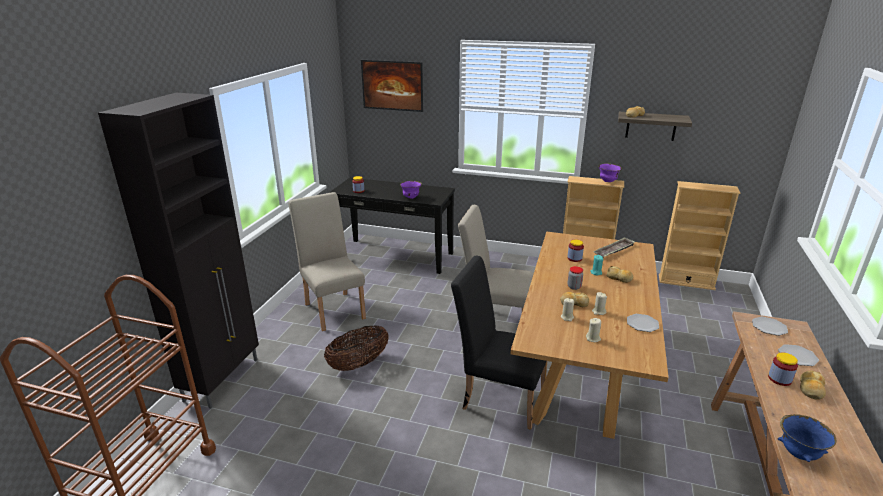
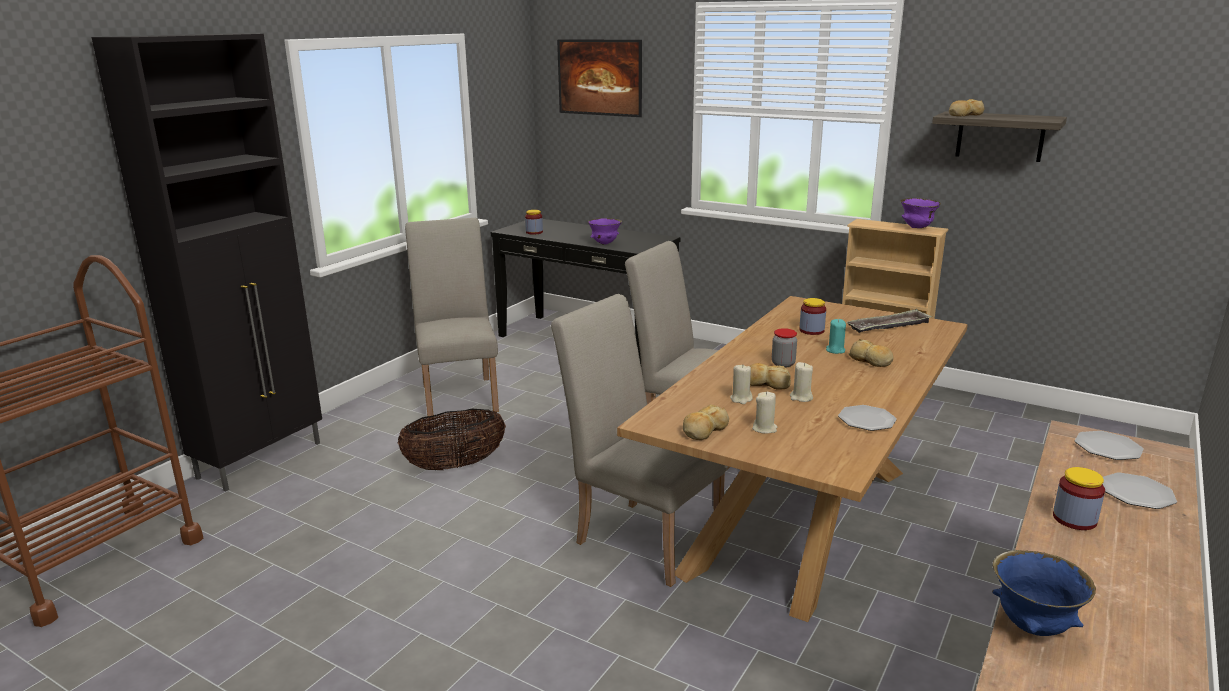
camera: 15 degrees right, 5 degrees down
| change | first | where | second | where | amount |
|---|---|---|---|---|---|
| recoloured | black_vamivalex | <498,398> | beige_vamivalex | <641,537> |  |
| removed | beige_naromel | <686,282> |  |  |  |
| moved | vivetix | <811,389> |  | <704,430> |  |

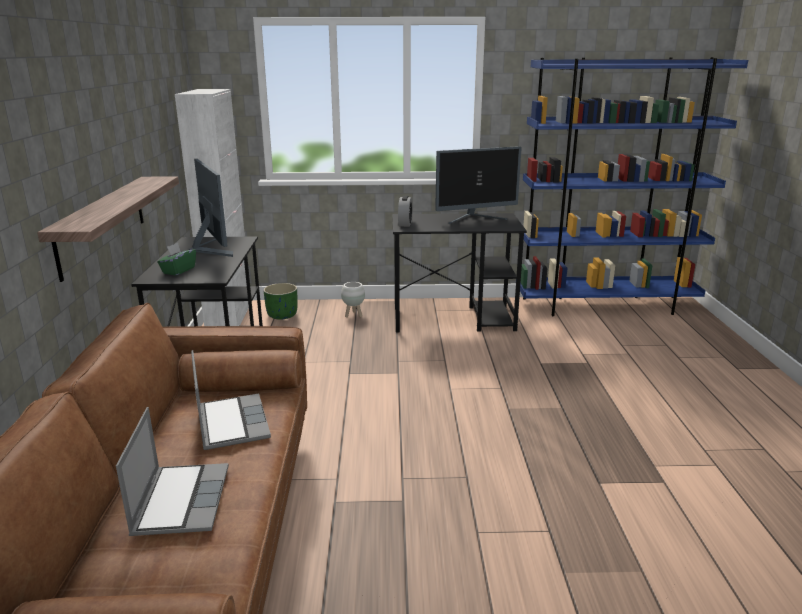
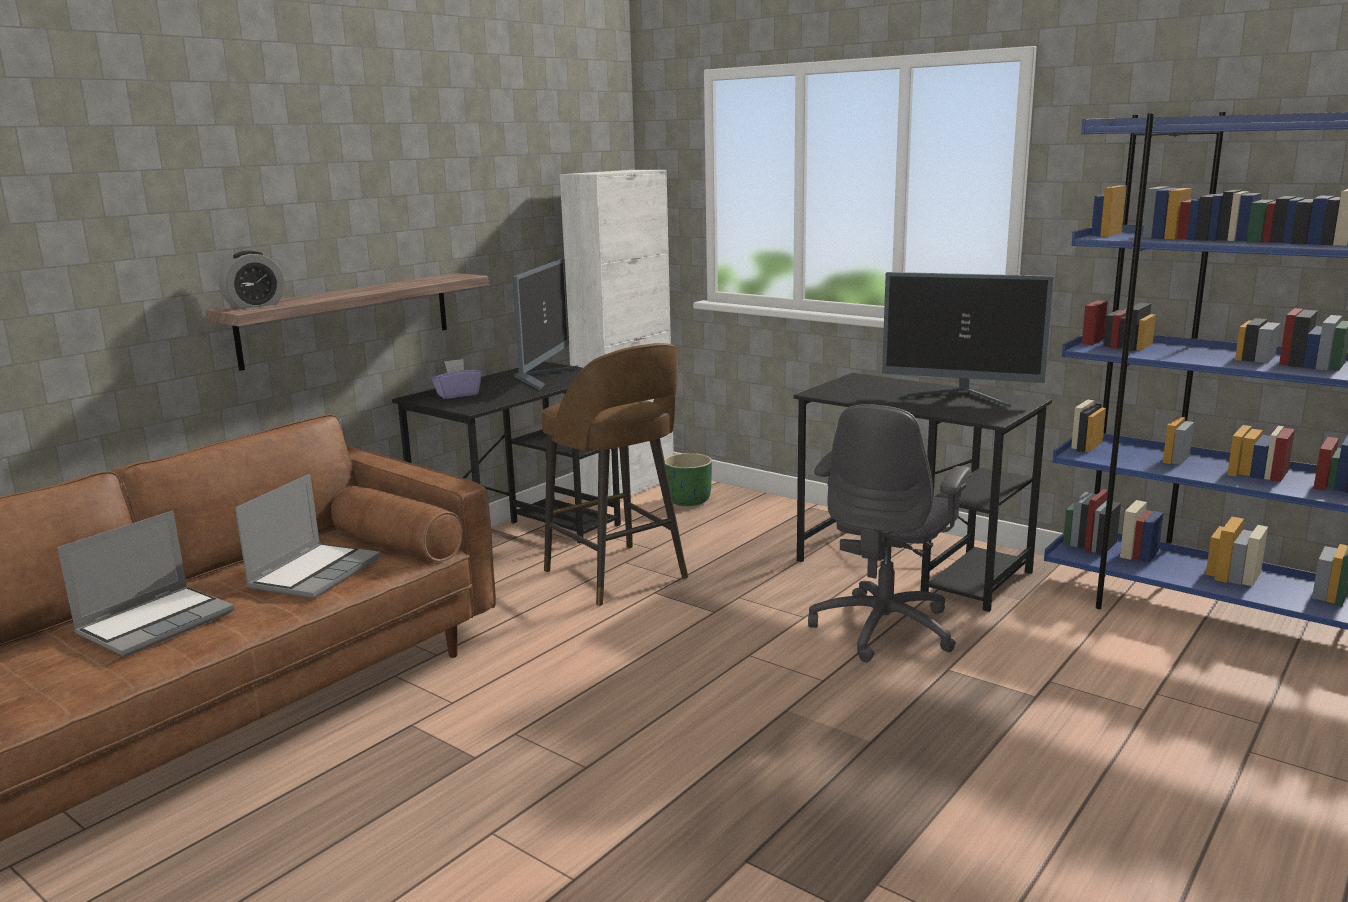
camera: 40 degrees right, 5 degrees down
| change | first | where | second | where | amount |
|---|---|---|---|---|---|
| recoloured | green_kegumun | <178,270> | purple_kegumun | <457,394> |  |
| removed | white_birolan | <353,315> |  |  |  |
| moved | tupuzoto | <405,224> |  | <255,305> |  |
| added |  |  | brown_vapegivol | <617,576> |  |
| added |  |  | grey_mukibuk | <885,628> |  |

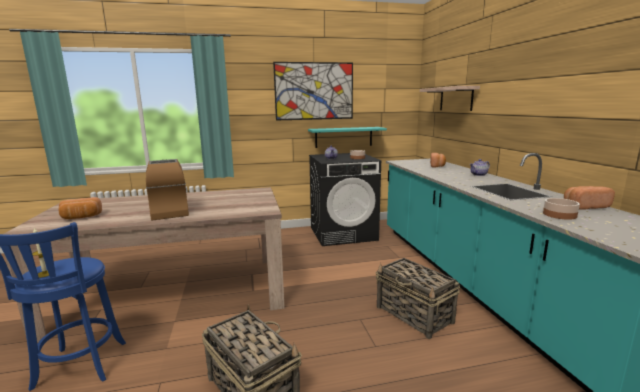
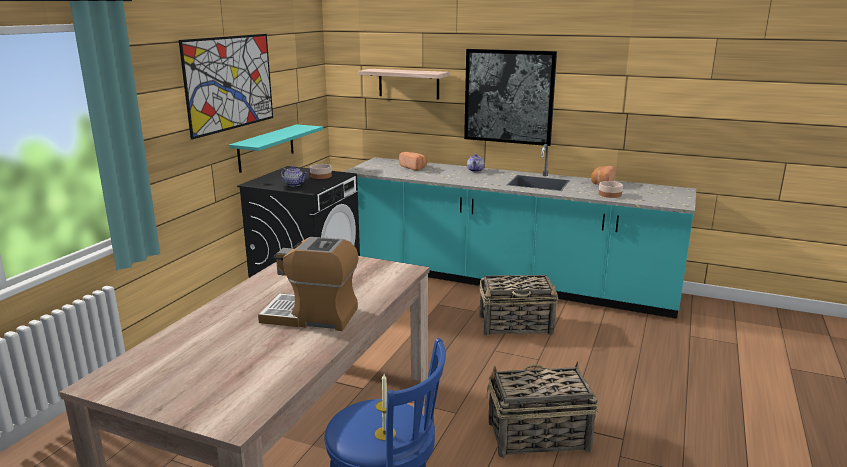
camera: 55 degrees left, 5 degrees up
| change | first | where | second | where | amount |
|---|---|---|---|---|---|
| removed | vivetix | <81,217> |  |  |  |
| added |  |  | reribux | <509,96> |  |

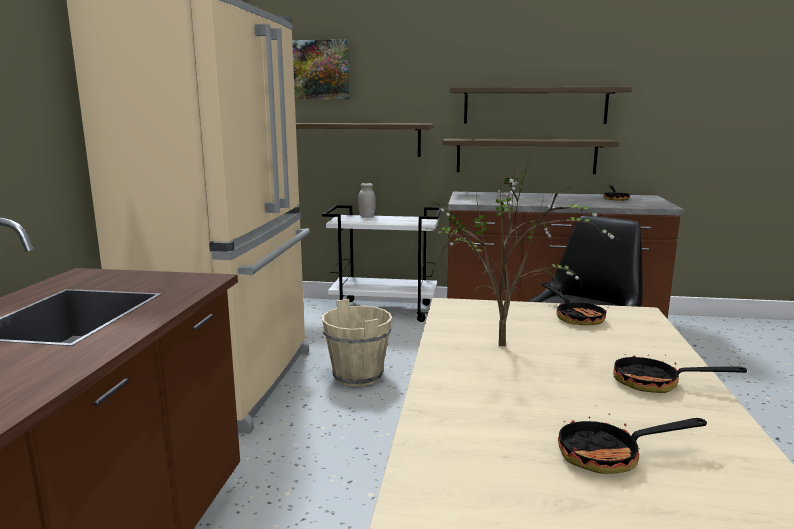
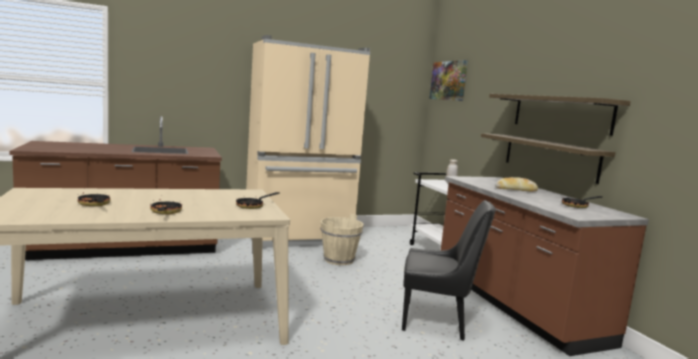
camera: 60 degrees right, 5 degrees down
| change | first | where | second | where | amount |
|---|---|---|---|---|---|
| removed | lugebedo | <354,139> |  |  |  |
| removed | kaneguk | <506,347> |  |  |  |
| added |  |  | vivetix | <515,190> |  |

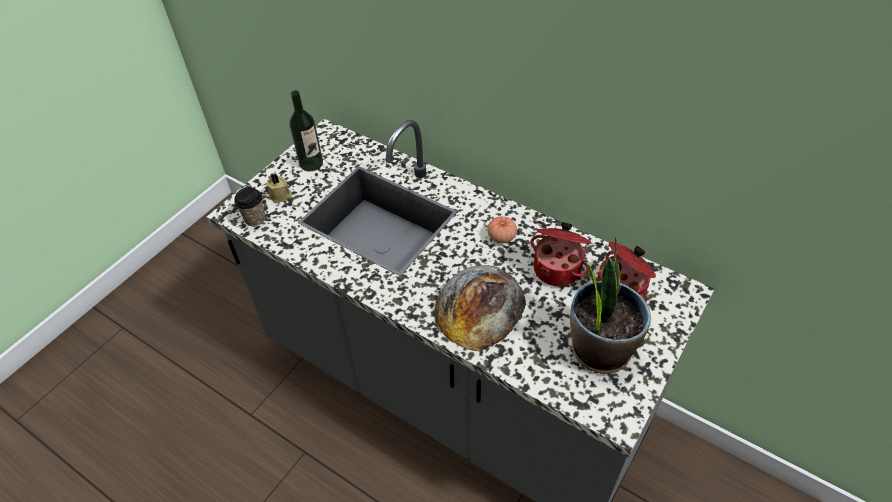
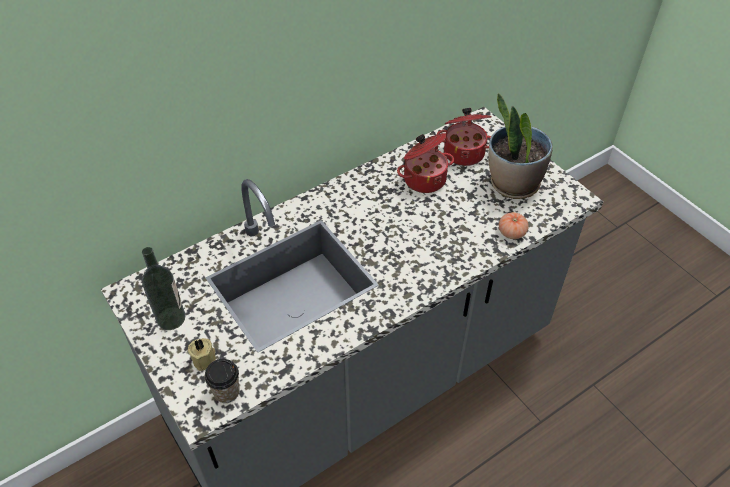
camera: 70 degrees left, 0 degrees up
| change | first | where | second | where | amount |
|---|---|---|---|---|---|
| removed | vivetix | <480,306> |  |  |  |
| moved | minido | <501,236> |  | <511,232> |  |

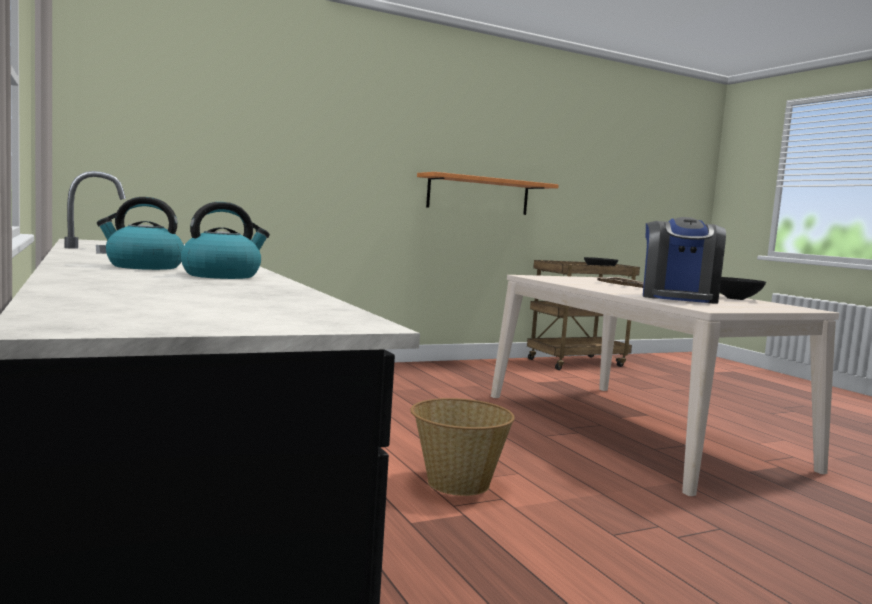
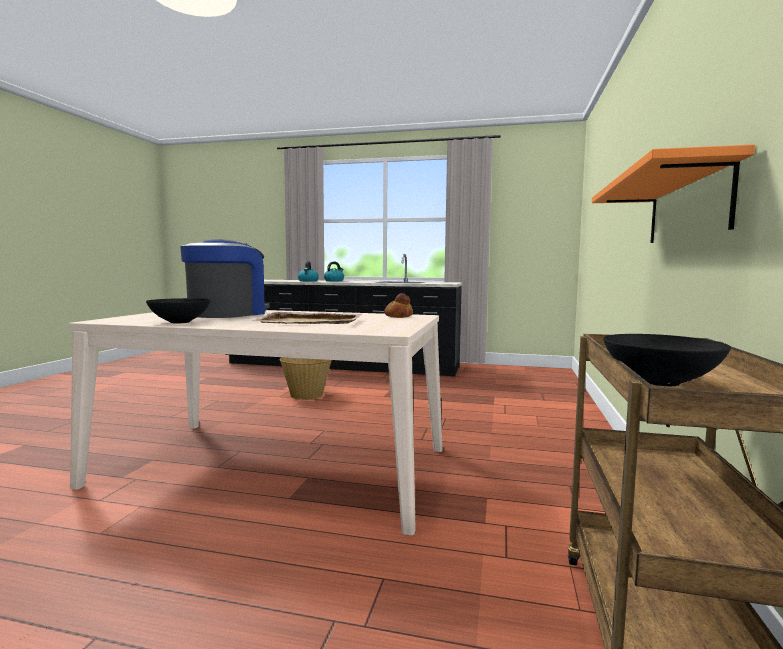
camera: 130 degrees right, 0 degrees up
| change | first | where | second | where | amount |
|---|---|---|---|---|---|
| turned | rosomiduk | <678,298> |  | <228,313> | 60 degrees clockwise |
| added |  |  | vivetix | <399,316> |  |

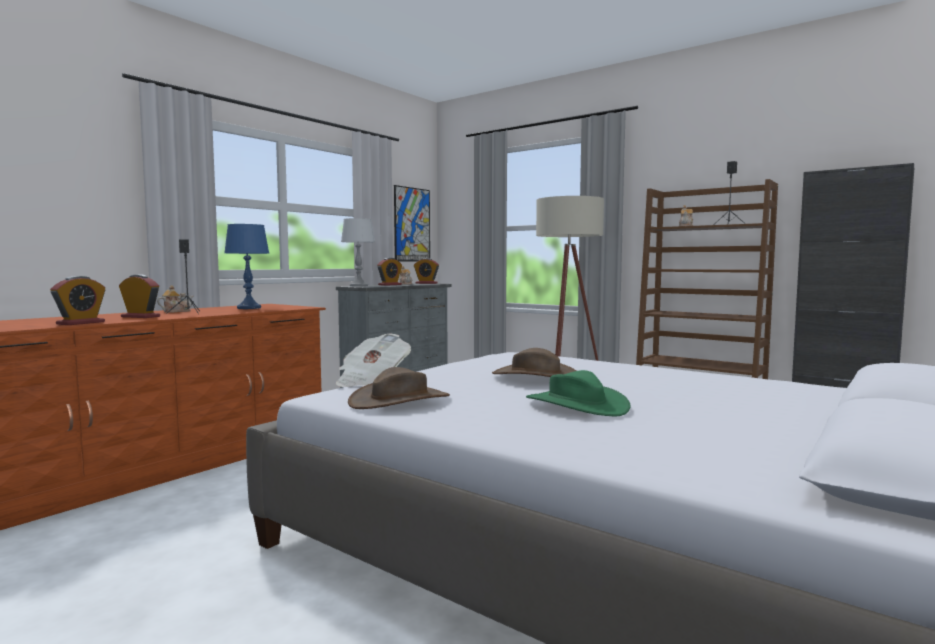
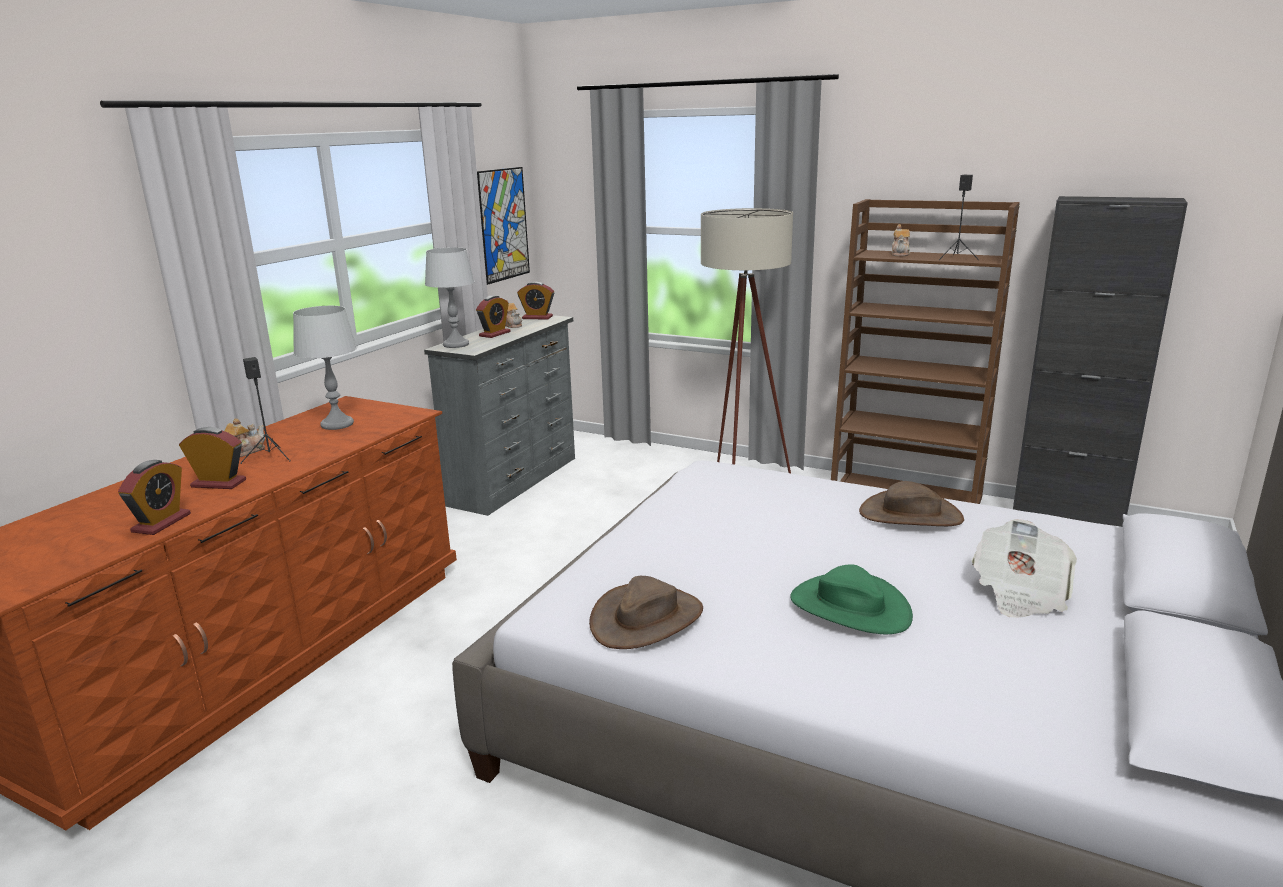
camera: 10 degrees left, 15 degrees up
| change | first | where | second | where | amount |
|---|---|---|---|---|---|
| recoloured | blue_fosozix | <249,308> | grey_fosozix | <337,424> |  |
| moved | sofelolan | <371,380> |  | <1019,593> |  |
| moved | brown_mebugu | <535,375> |  | <910,515> |  |

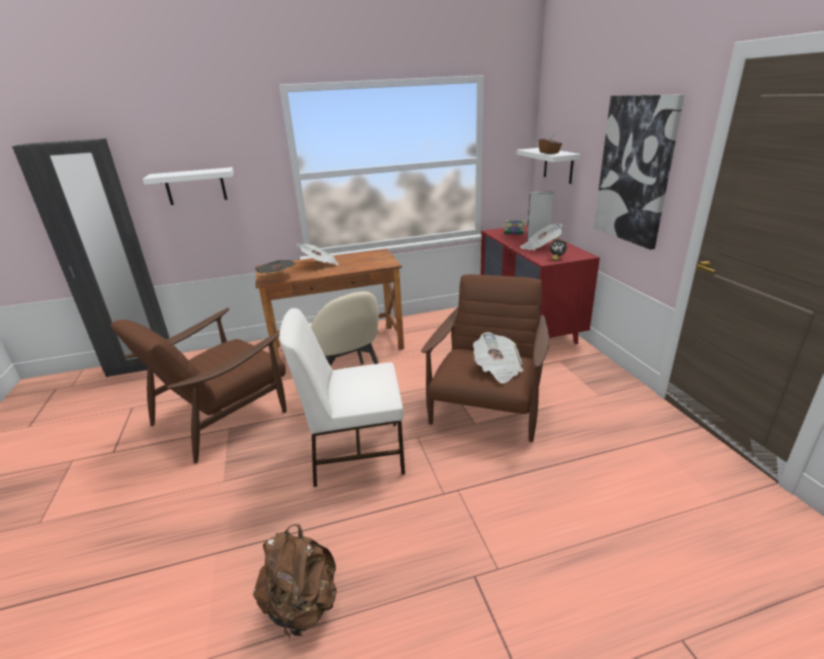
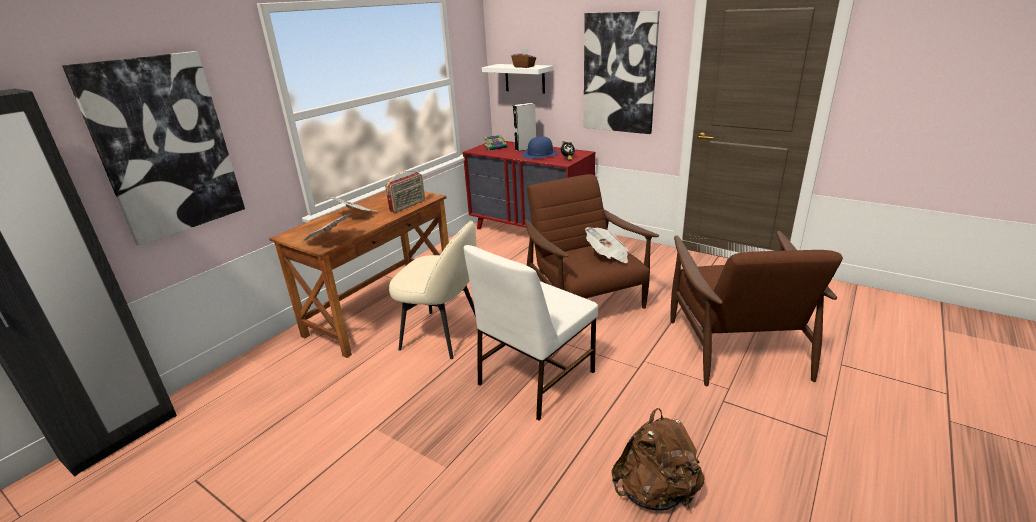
camera: 40 degrees left, 0 degrees up
| change | first | where | second | where | amount |
|---|---|---|---|---|---|
| moved | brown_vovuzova | <223,415> |  | <736,345> |  |
| replaced | white_lugebedo | <195,186> | reribux | <165,147> |  |
| replaced | sofelolan | <540,247> | blue_mebugu | <540,154> |  |
| added |  |  | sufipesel | <408,206> |  |

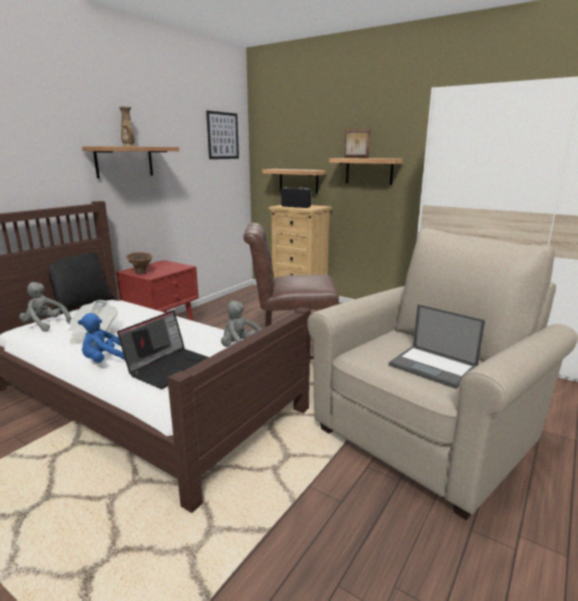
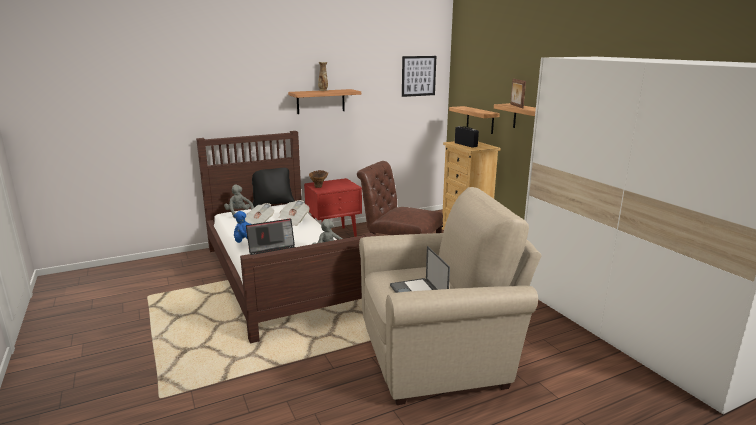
camera: 30 degrees right, 0 degrees up
| change | first | where | second | where | amount |
|---|---|---|---|---|---|
| added |  |  | sofelolan | <292,222> |  |

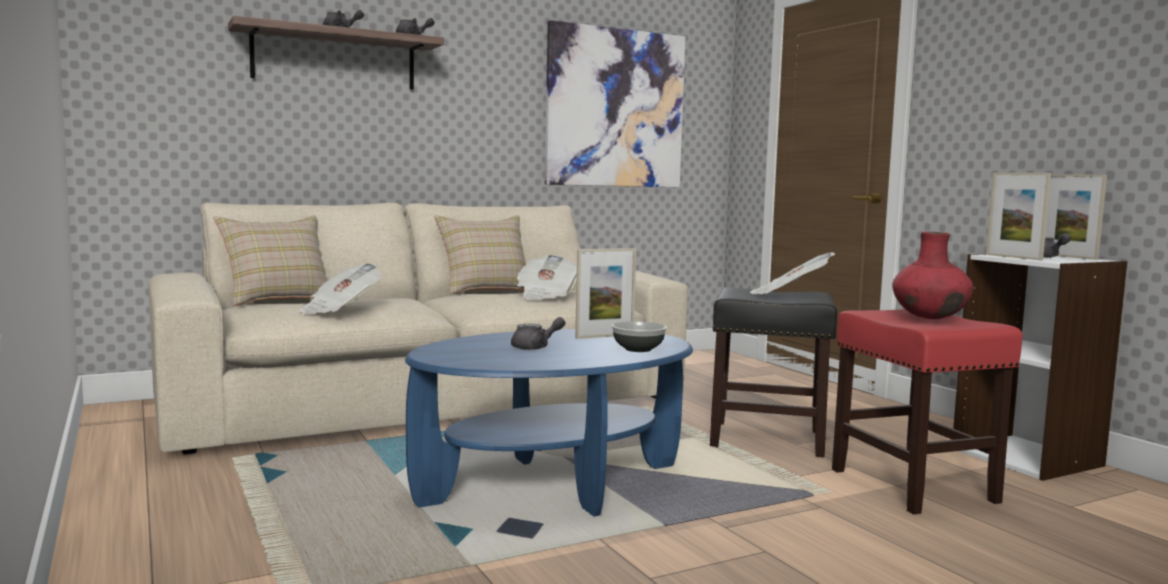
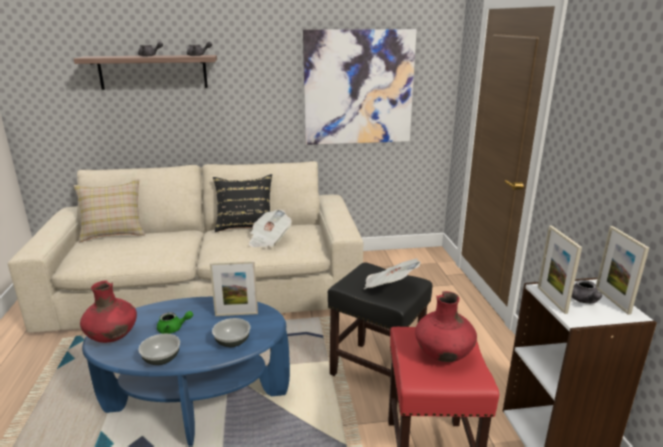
camera: 20 degrees right, 15 degrees up
| change | first | where | second | where | amount |
|---|---|---|---|---|---|
| removed | sofelolan | <340,310> |  |  |  |
| recoloured | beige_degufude | <486,290> | black_degufude | <245,225> |  |
| recoloured | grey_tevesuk | <535,347> | green_tevesuk | <173,329> |  |
| added |  |  | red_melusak | <112,337> |  |
| added |  |  | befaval | <161,359> |  |

